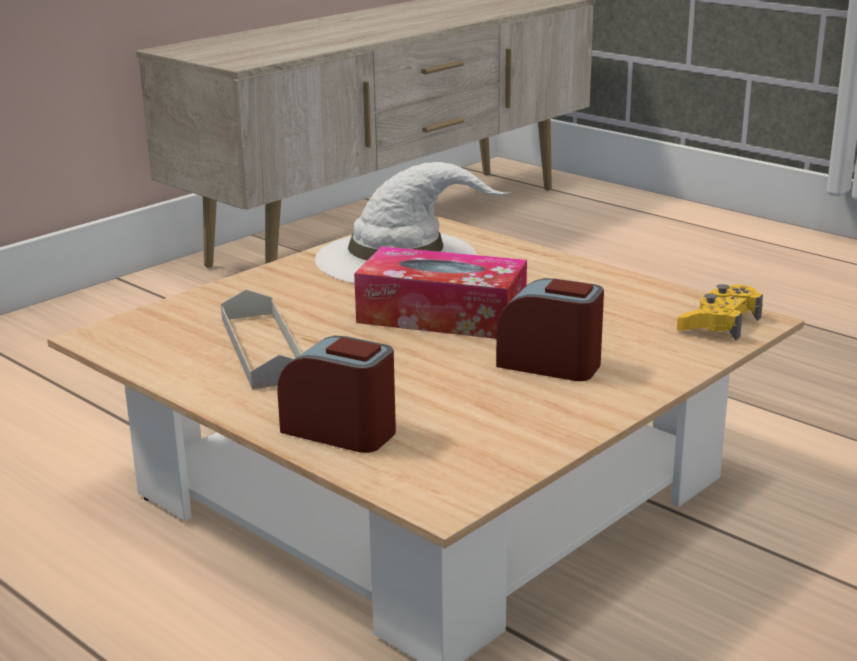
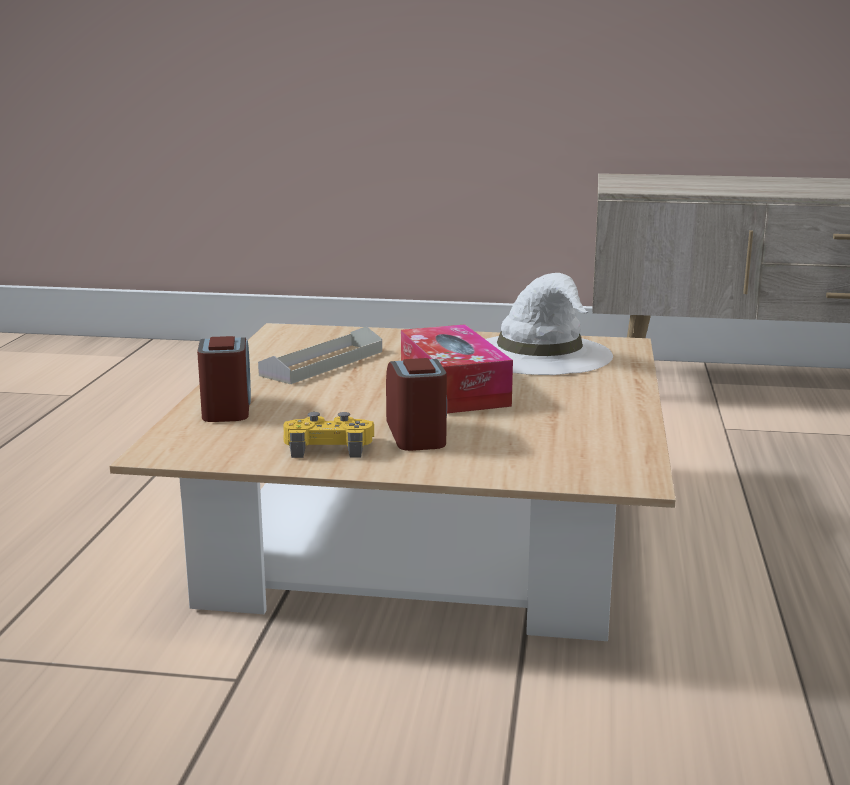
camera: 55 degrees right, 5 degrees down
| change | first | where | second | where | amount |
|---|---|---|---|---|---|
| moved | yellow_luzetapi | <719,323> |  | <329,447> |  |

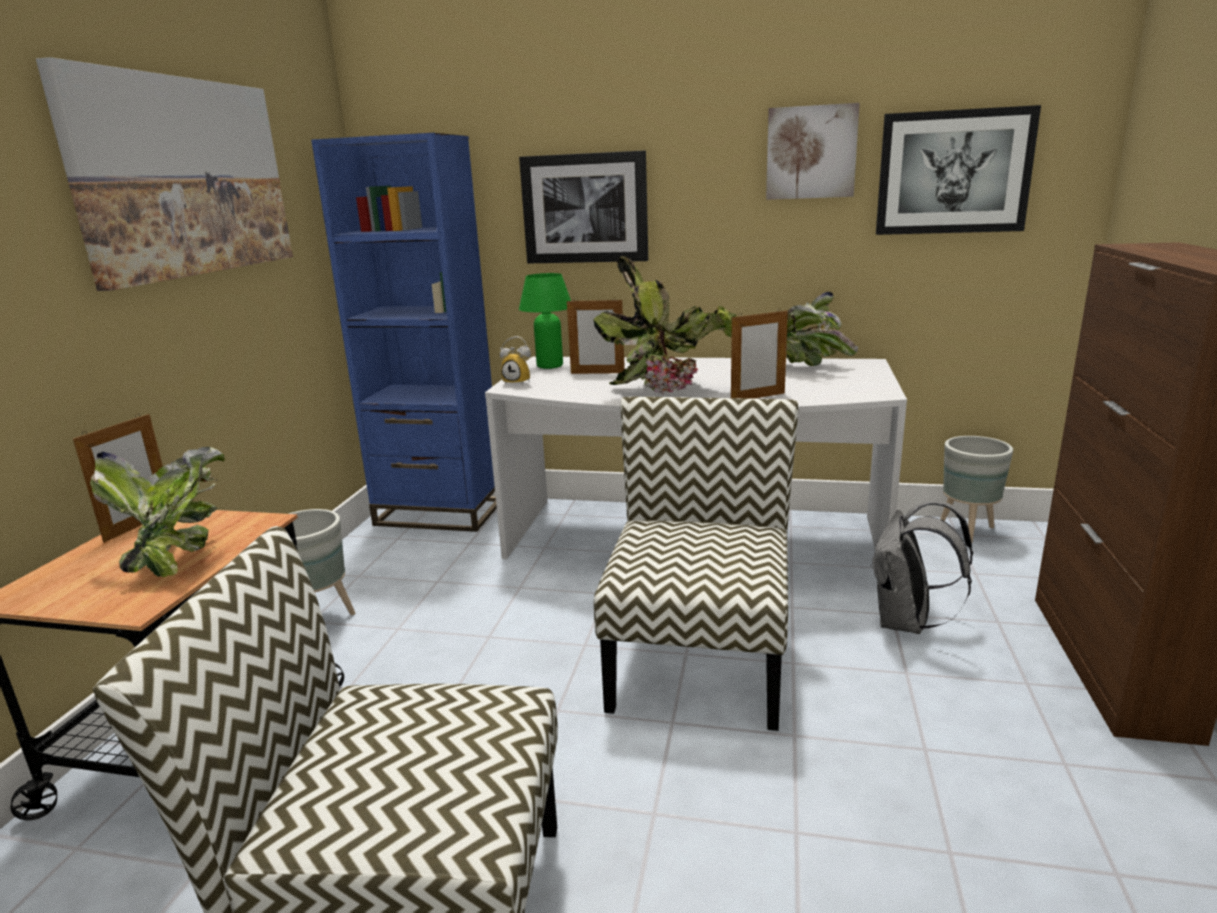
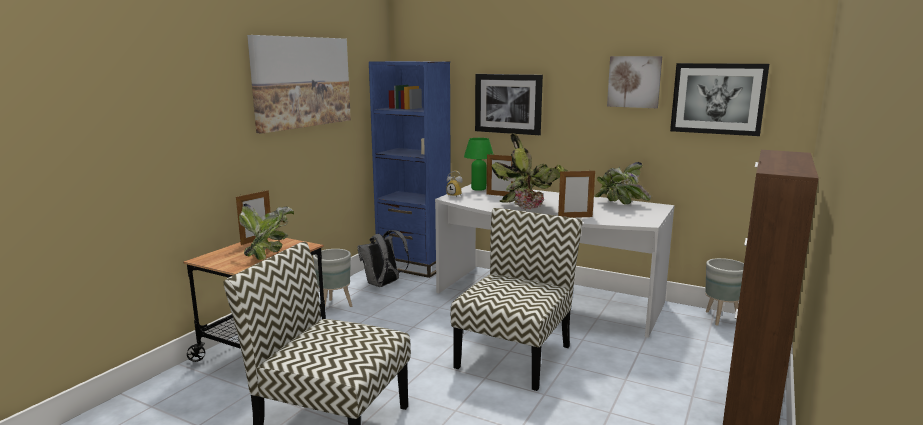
camera: 15 degrees right, 5 degrees down
| change | first | where | second | where | amount |
|---|---|---|---|---|---|
| moved | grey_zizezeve | <907,623> |  | <383,284> |  |

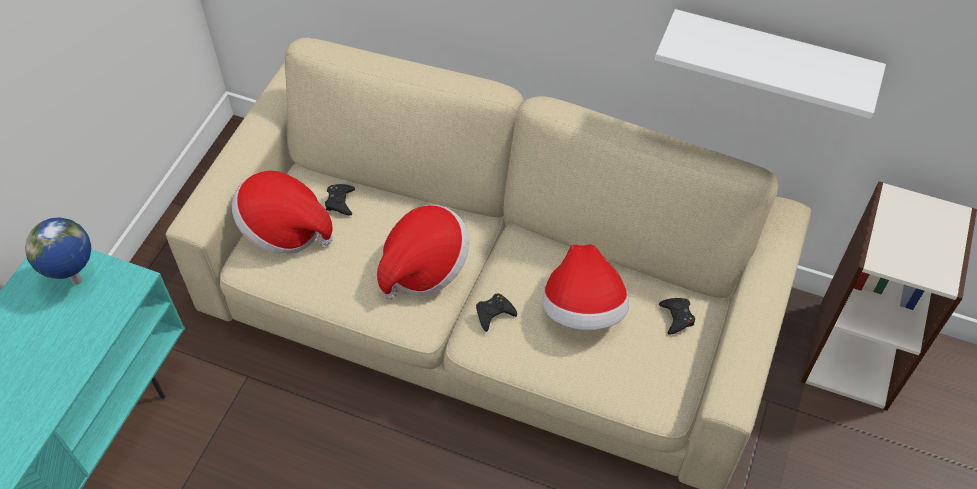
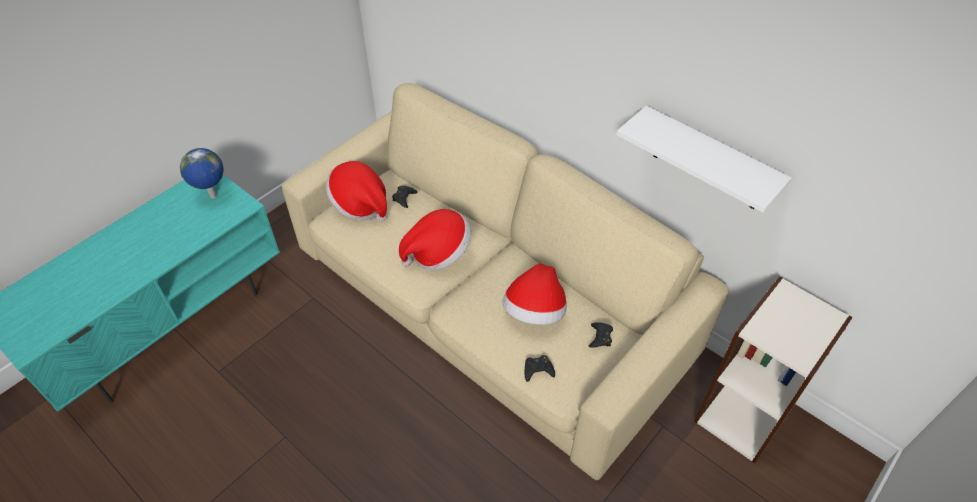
camera: 20 degrees right, 5 degrees down
| change | first | where | second | where | amount |
|---|---|---|---|---|---|
| moved | black_luzetapi | <494,313> |  | <538,370> |  |

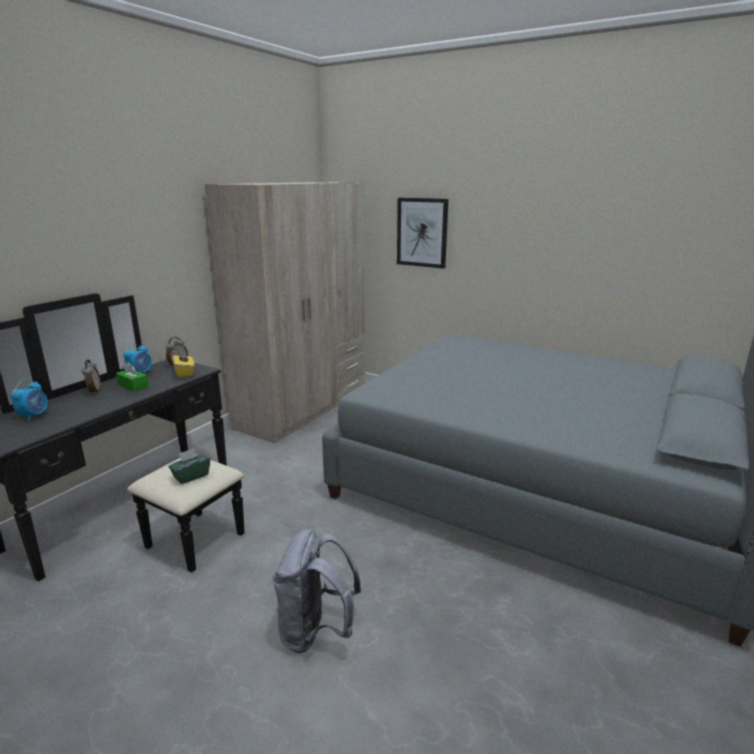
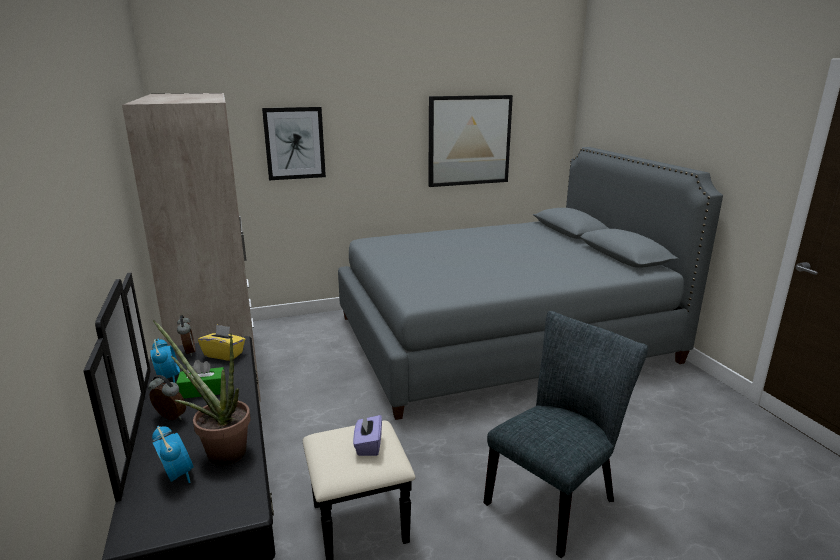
camera: 50 degrees left, 0 degrees up
| change | first | where | second | where | amount |
|---|---|---|---|---|---|
| recoloured | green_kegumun | <191,476> | purple_kegumun | <368,445> |  |
| replaced | grey_zizezeve | <316,632> | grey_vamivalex | <555,498> |  |
| added |  |  | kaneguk | <220,451> |  |
| added |  |  | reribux | <469,140> |  |

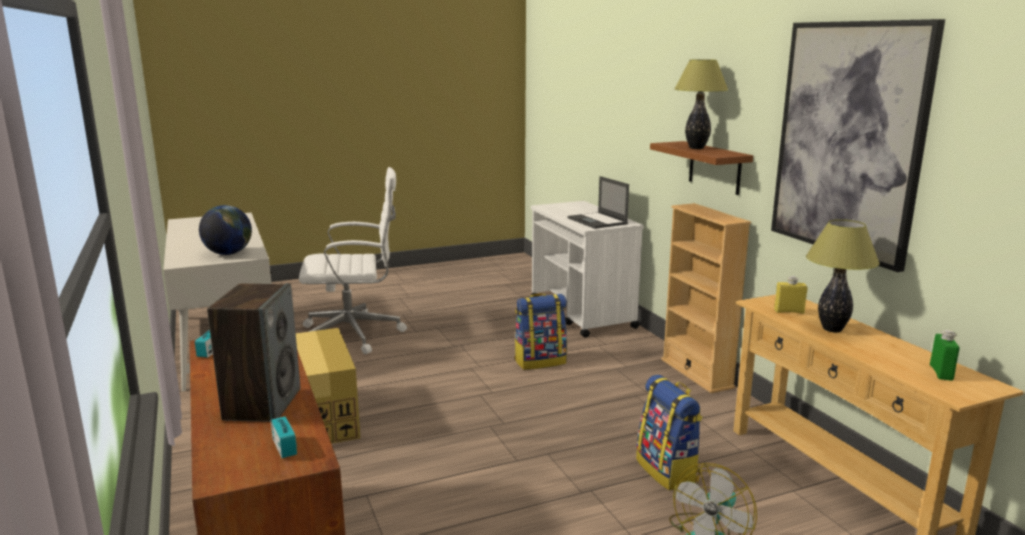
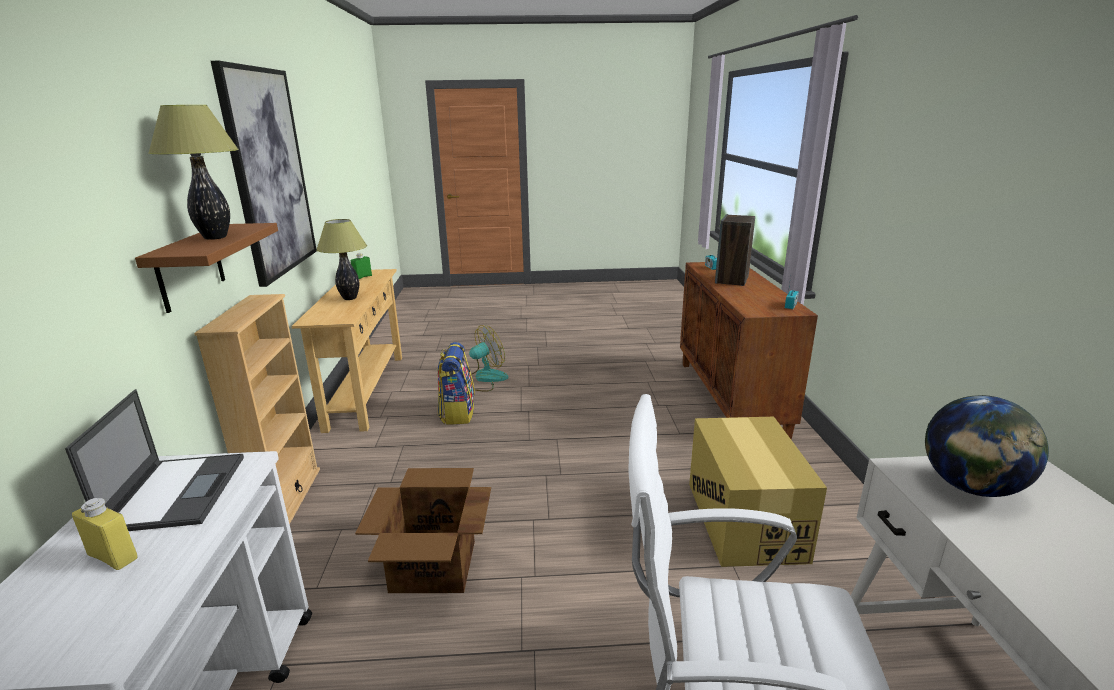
camera: 160 degrees left, 5 degrees up
| change | first | where | second | where | amount |
|---|---|---|---|---|---|
| replaced | zizezeve | <540,361> | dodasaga | <432,567> |  |
| moved | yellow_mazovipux | <789,311> |  | <113,557> |  |

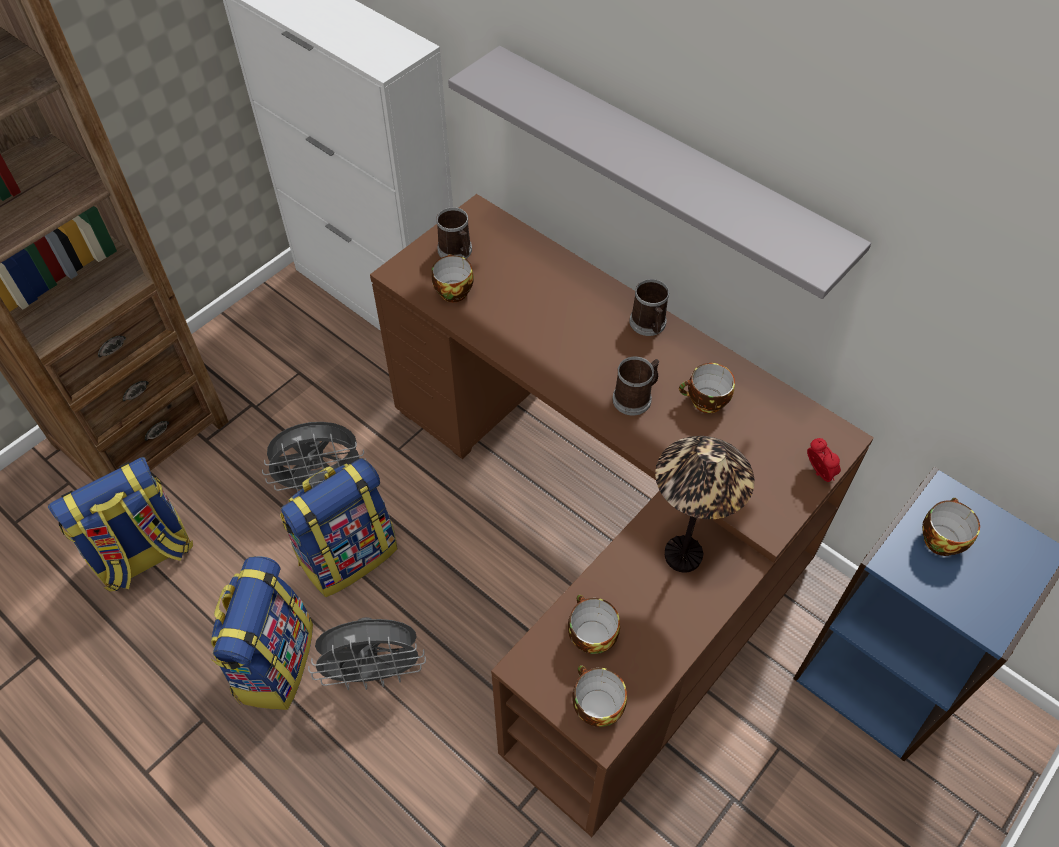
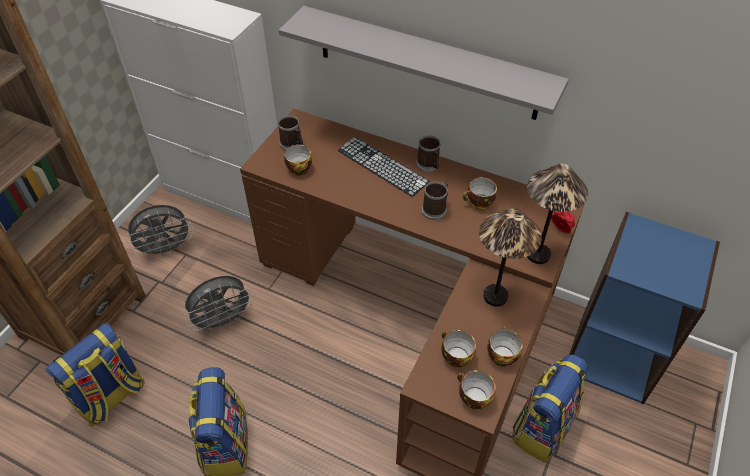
camera: 15 degrees left, 5 degrees down
| change | first | where | second | where | amount |
|---|---|---|---|---|---|
| moved | zizezeve | <348,554> |  | <542,427> |  |
| moved | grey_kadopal | <374,672> |  | <166,249> |  |
| moved | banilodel | <940,538> |  | <501,354> |  |
| added |  |  | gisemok | <382,166> |  |
| added |  |  | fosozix | <538,254> |  |

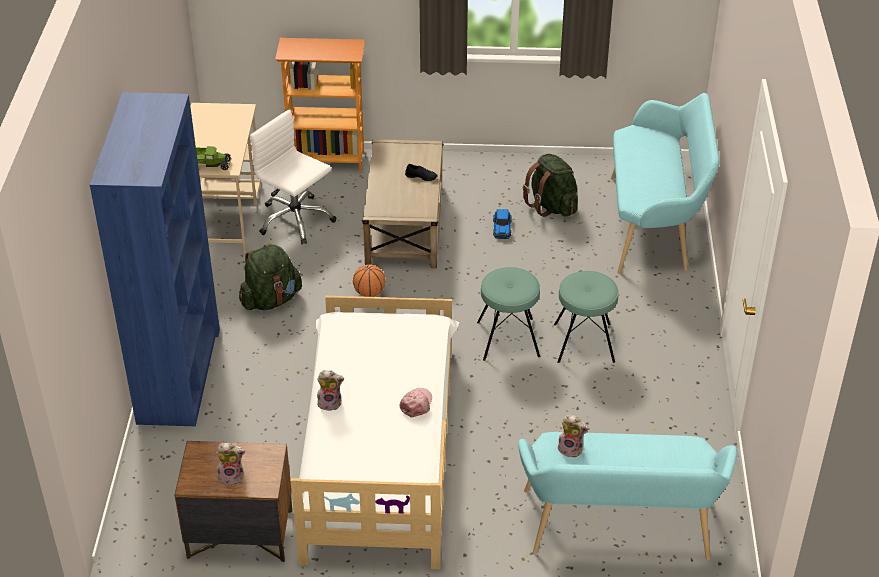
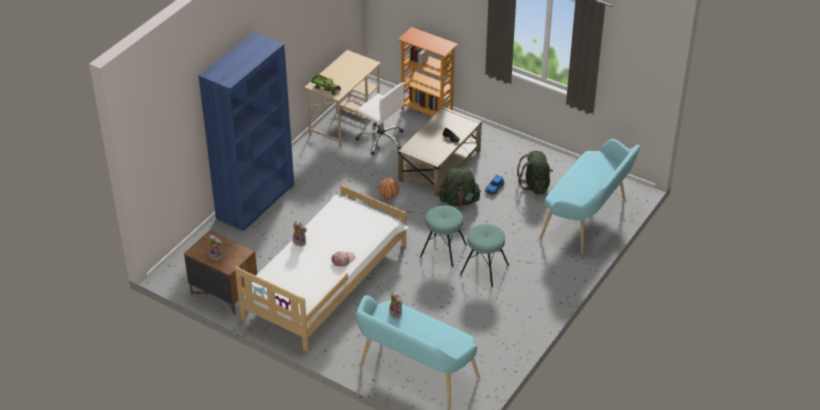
camera: 30 degrees right, 0 degrees up
| change | first | where | second | where | amount |
|---|---|---|---|---|---|
| moved | green_zizezeve | <271,300> |  | <459,201> |  |
| turned | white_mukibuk | <295,220> |  | <381,140> | 150 degrees clockwise |

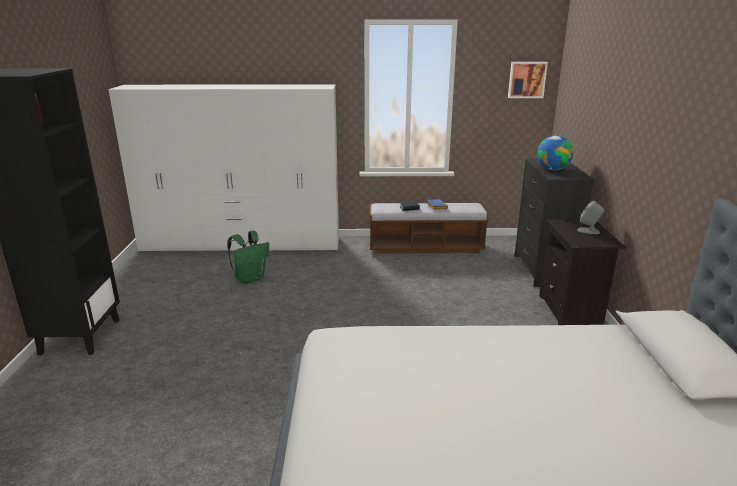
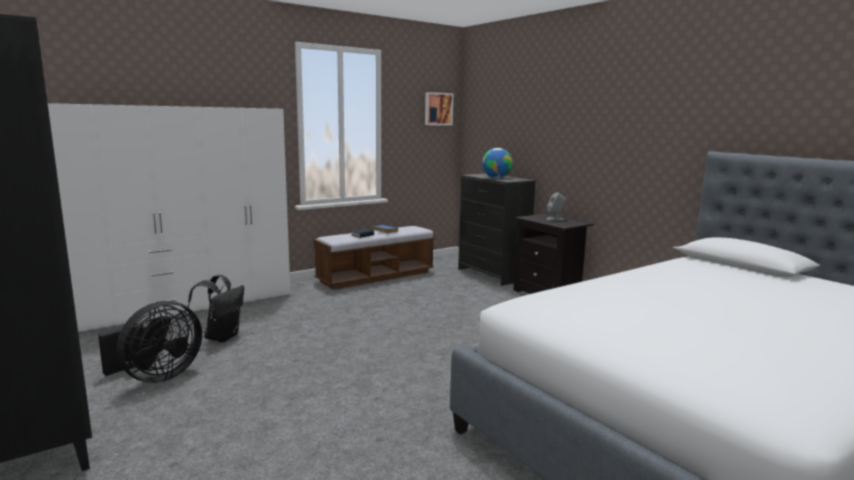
camera: 35 degrees left, 10 degrees down
| change | first | where | second | where | amount |
|---|---|---|---|---|---|
| recoloured | green_zizezeve | <250,278> | black_zizezeve | <221,337> |  |
| added |  |  | black_kadopal | <156,377> |  |

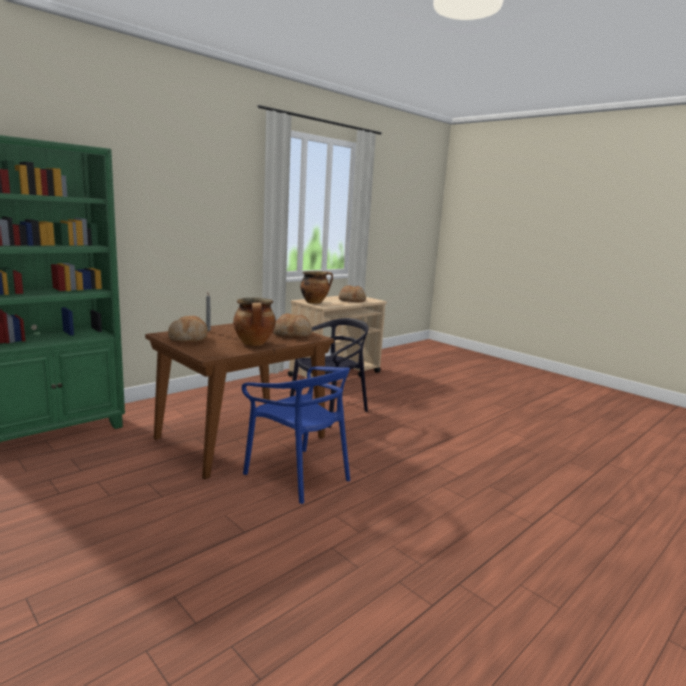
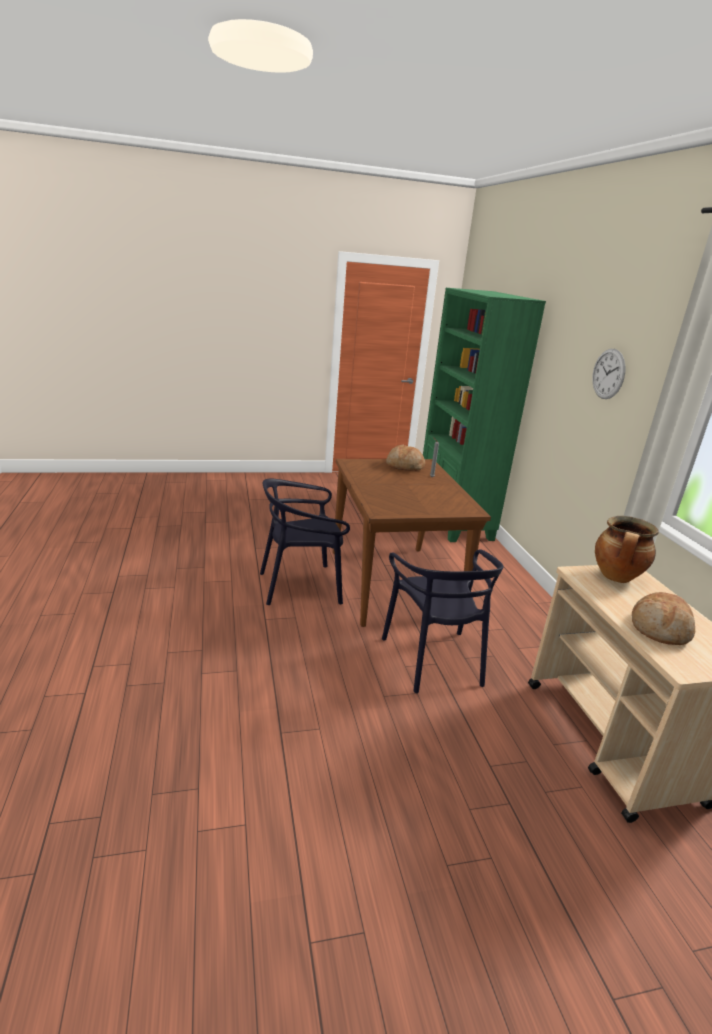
camera: 120 degrees right, 10 degrees up
| change | first | where | second | where | amount |
|---|---|---|---|---|---|
| removed | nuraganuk | <254,344> |  |  |  |
| recoloured | blue_vamivalex | <298,475> | black_vamivalex | <301,586> |  |
| removed | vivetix | <292,335> |  |  |  |
| added |  |  | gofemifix | <608,374> |  |

